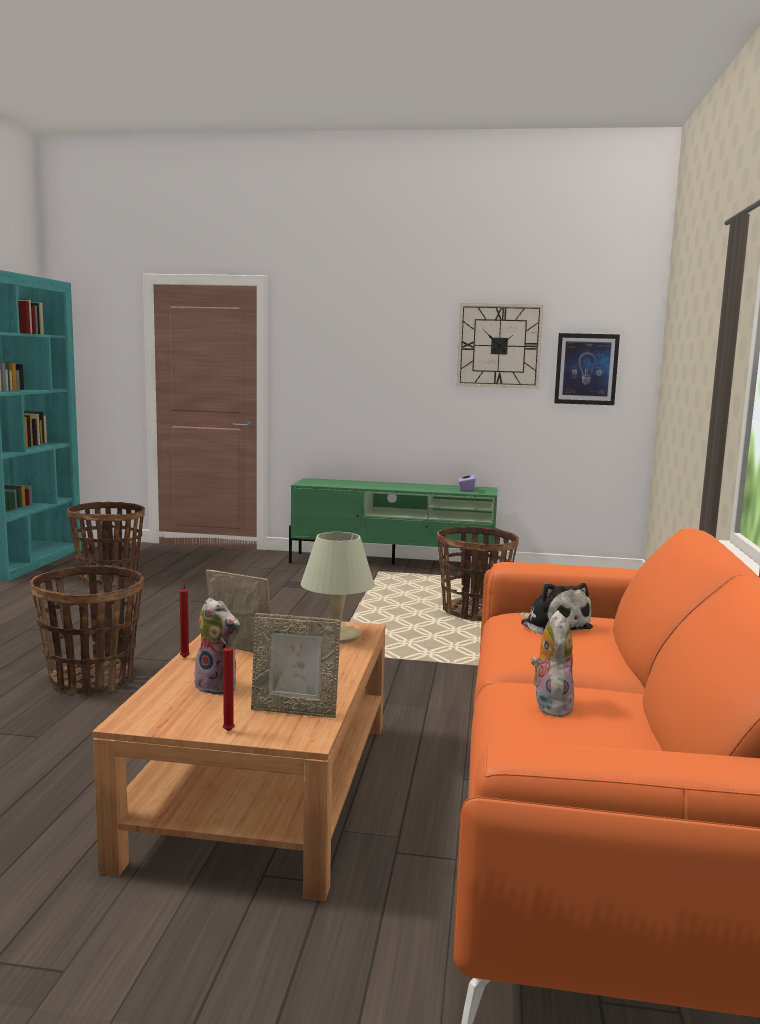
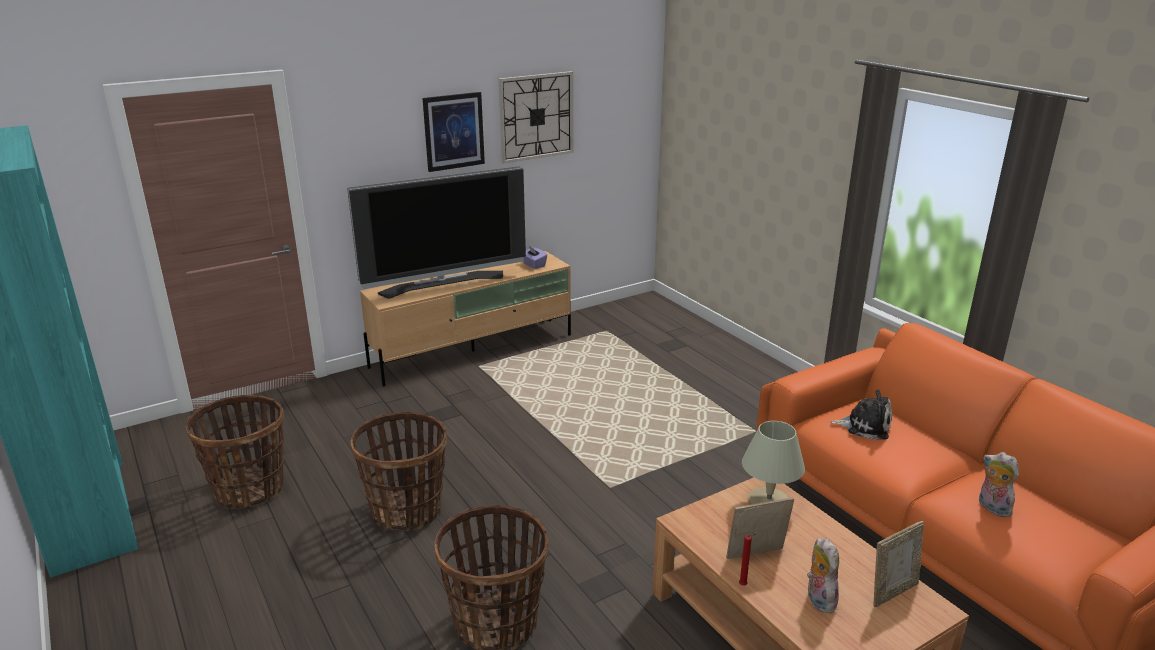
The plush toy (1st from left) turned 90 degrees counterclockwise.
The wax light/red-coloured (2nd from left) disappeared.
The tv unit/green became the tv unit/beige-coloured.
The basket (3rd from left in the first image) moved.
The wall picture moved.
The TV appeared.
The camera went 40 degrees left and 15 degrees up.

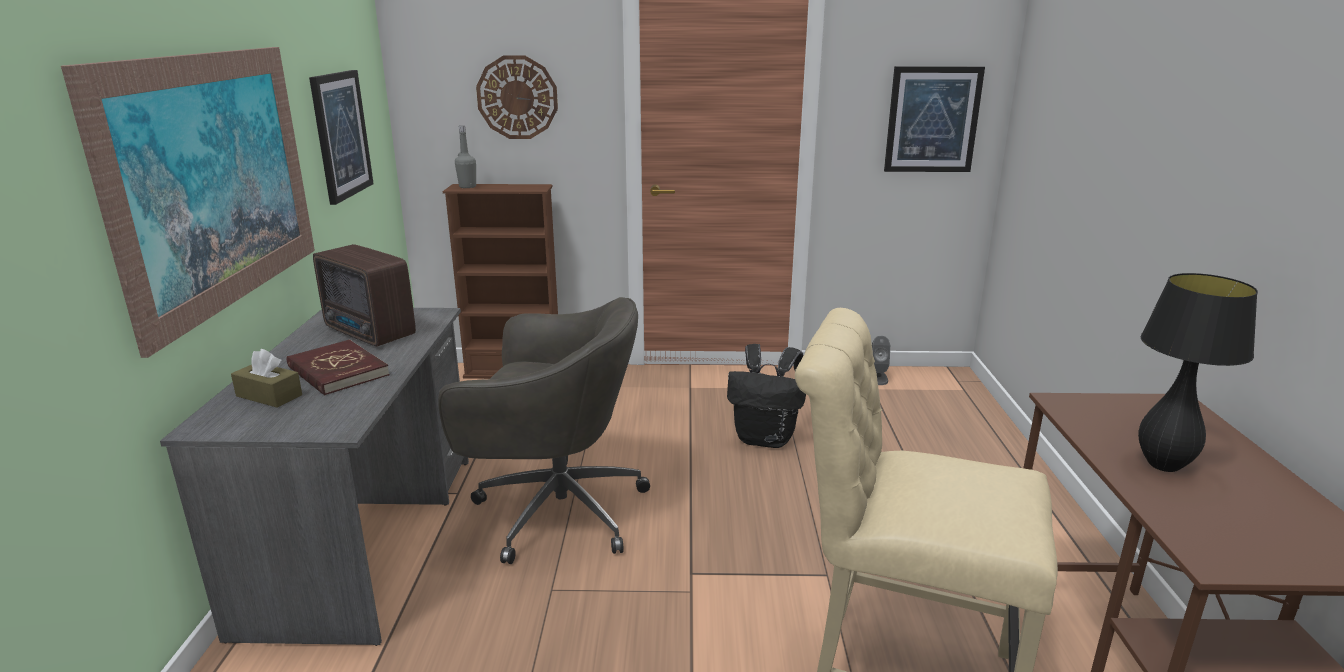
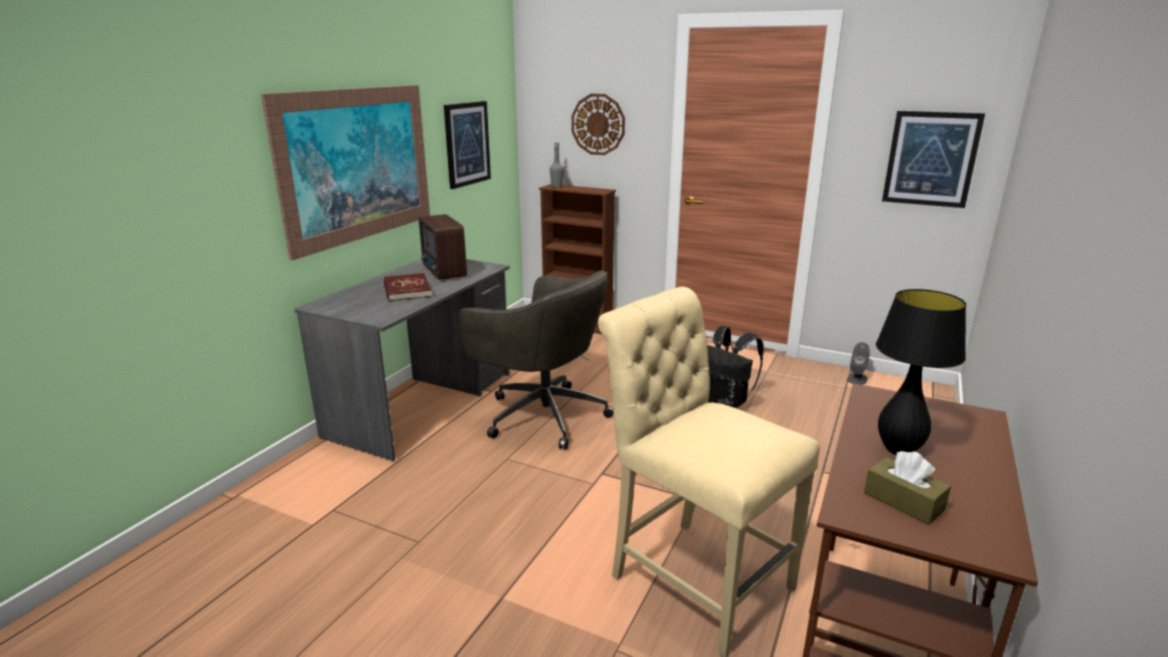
The tissue holder/brown moved.
The camera went 25 degrees right and 0 degrees up.

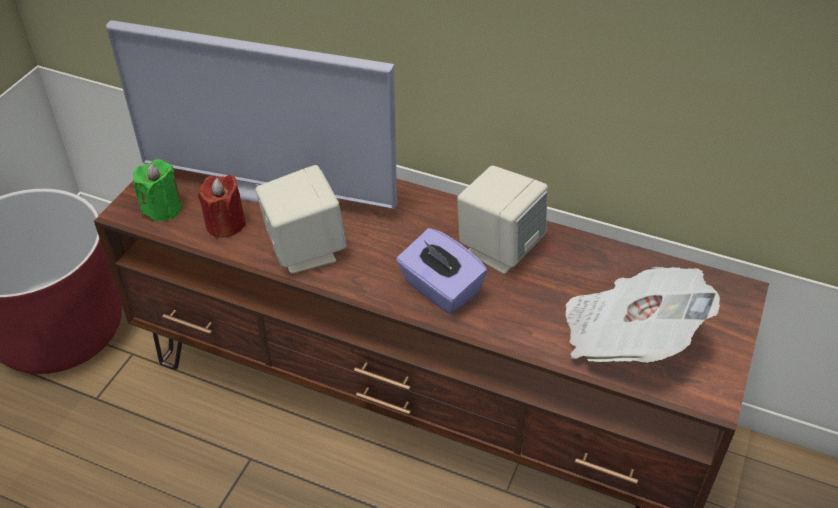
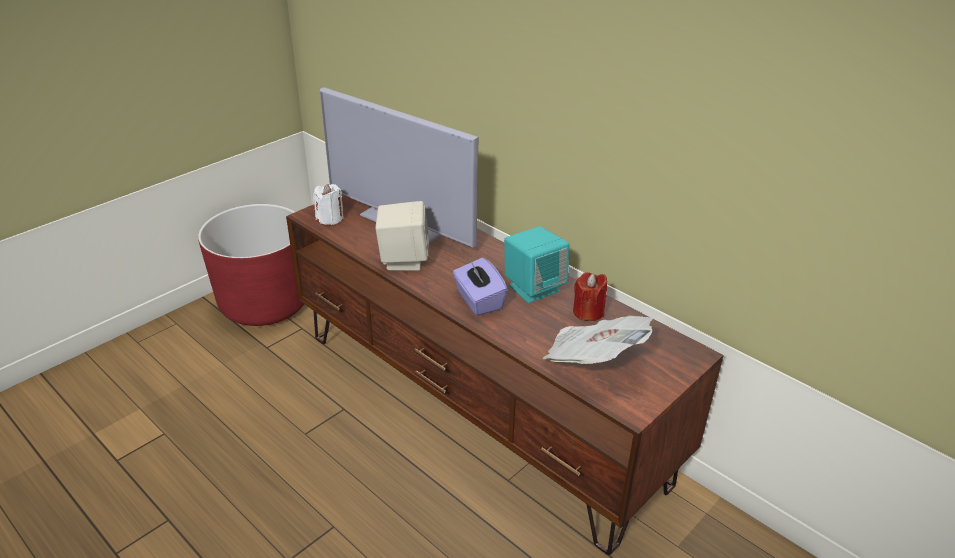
The wax light/green became the wax light/white.
The wax light/red-coloured moved.
The loudspeaker/beige-coloured (2nd from left) became the loudspeaker/turquoise.
The camera went 20 degrees right and 10 degrees down.

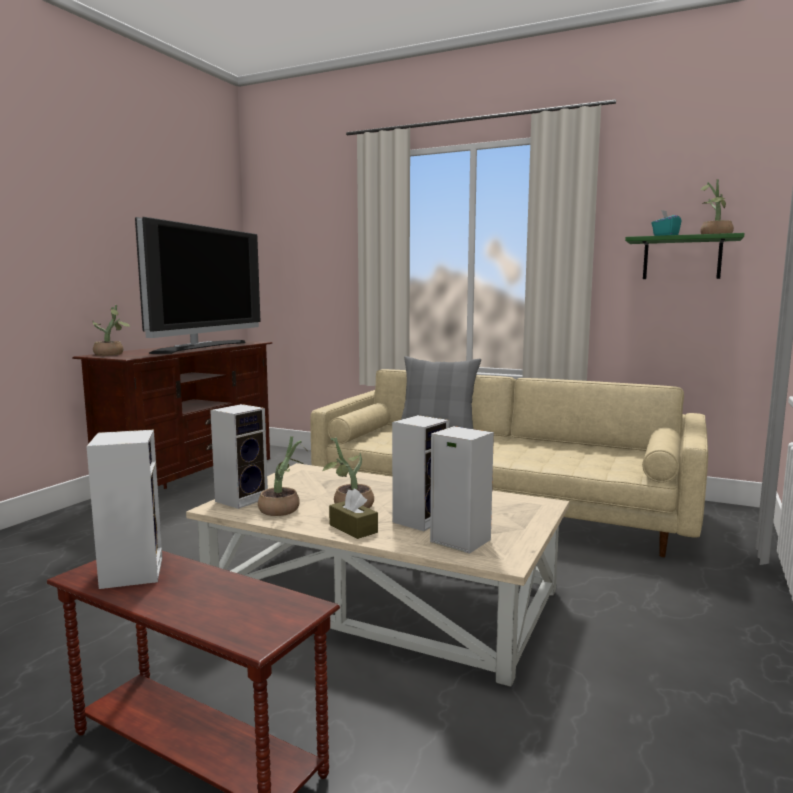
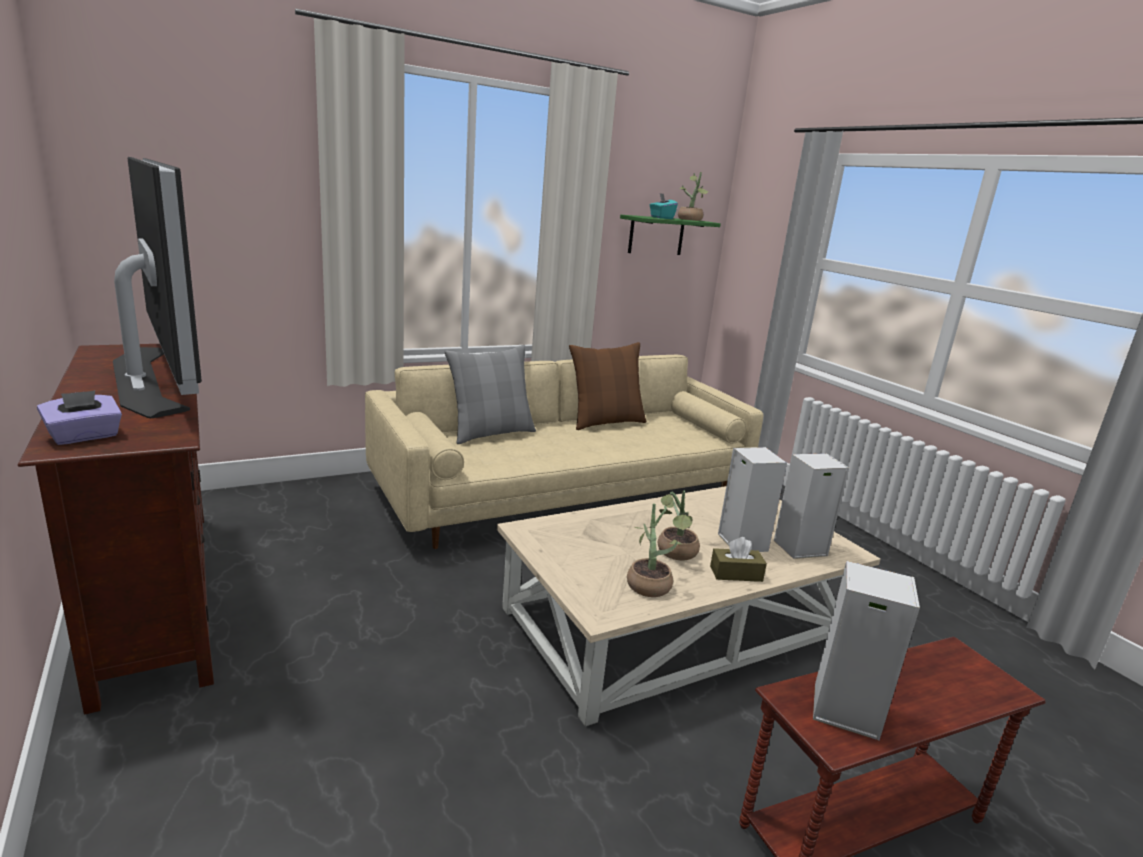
The potted plant (1st from left) was replaced by the tissue holder/purple.
The loudspeaker (2nd from left) disappeared.
The cushion/brown appeared.
The camera went 55 degrees left and 10 degrees up.

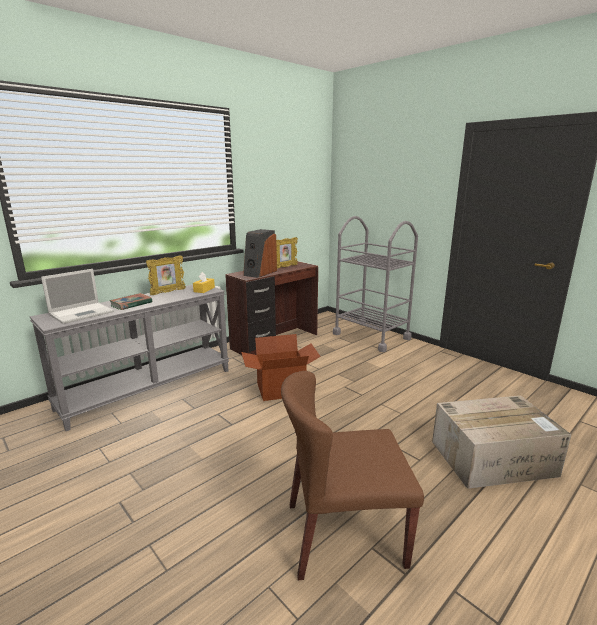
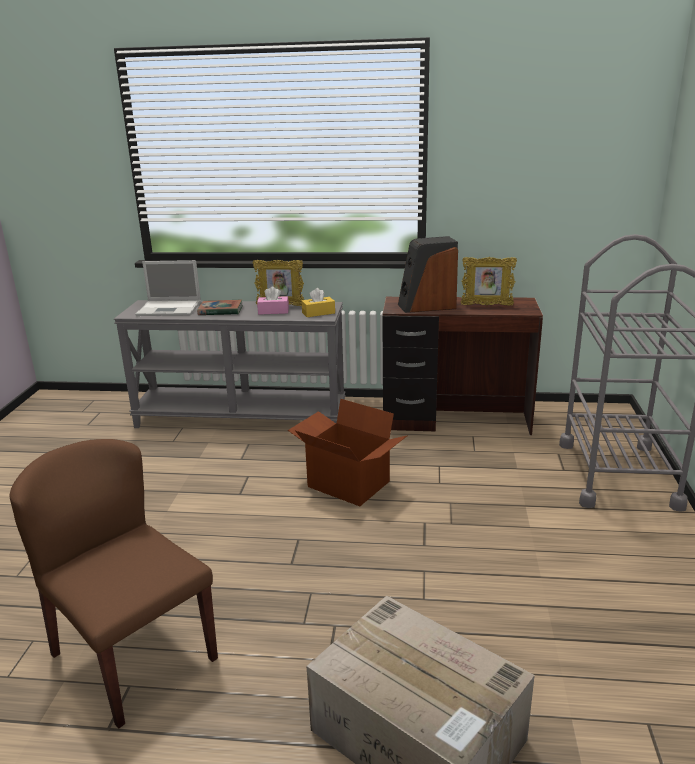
The tissue holder/pink appeared.
The camera went 50 degrees right and 5 degrees up.

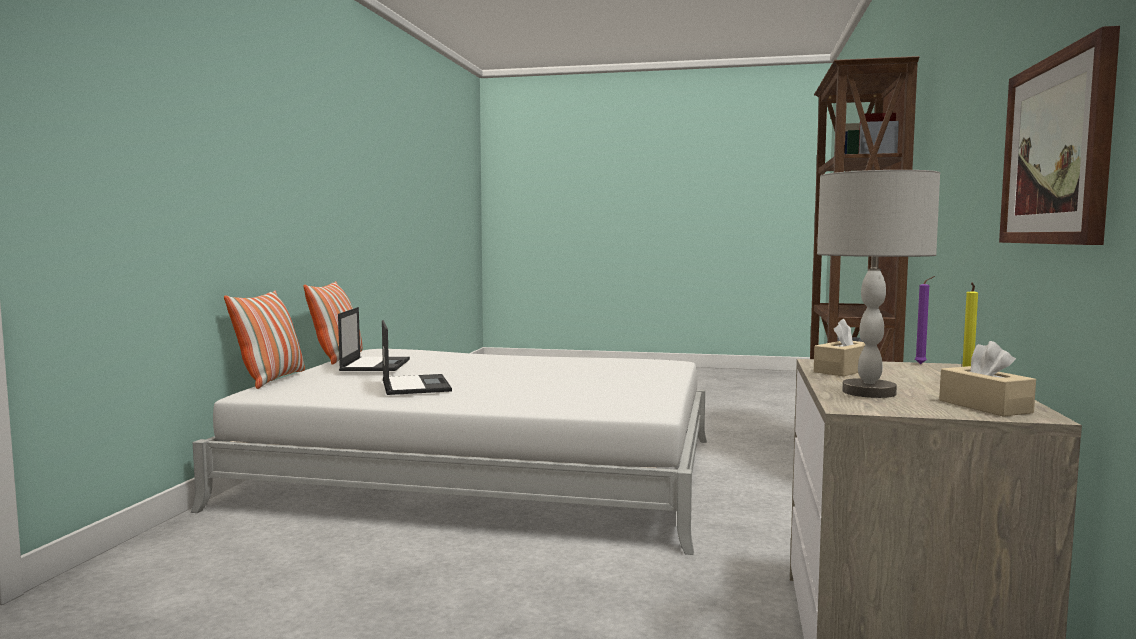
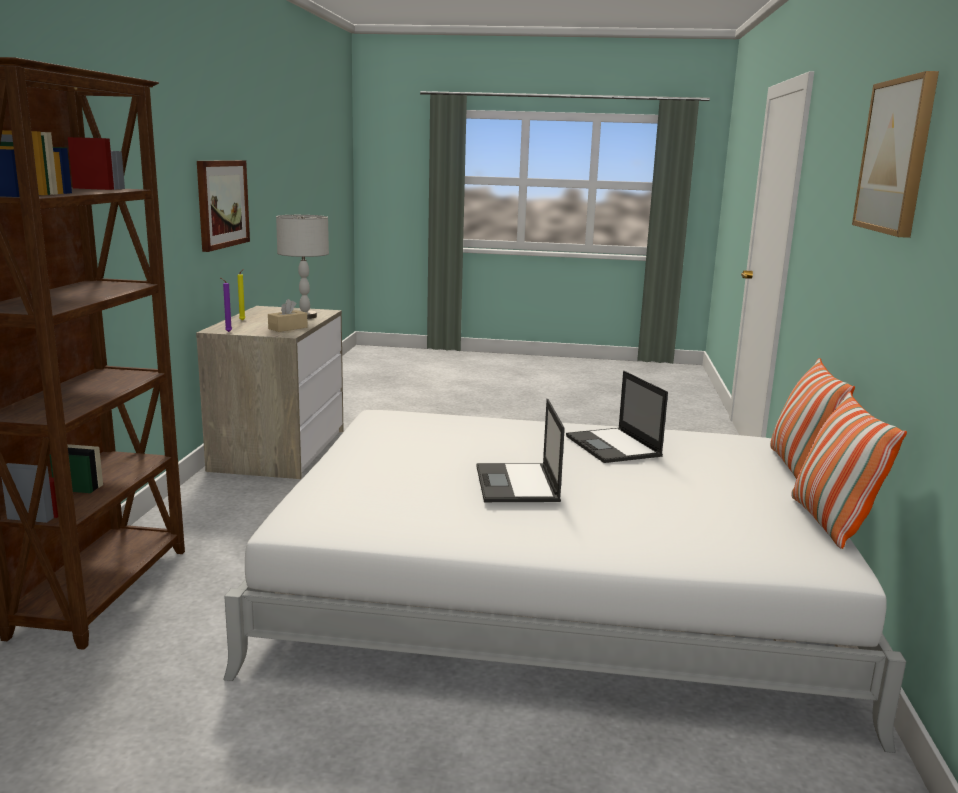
The notebook computer (1st from left) moved.
The tissue holder/beige-coloured (2nd from left) disappeared.
The wall picture (2nd from left) appeared.
The camera went 175 degrees right and 10 degrees up.

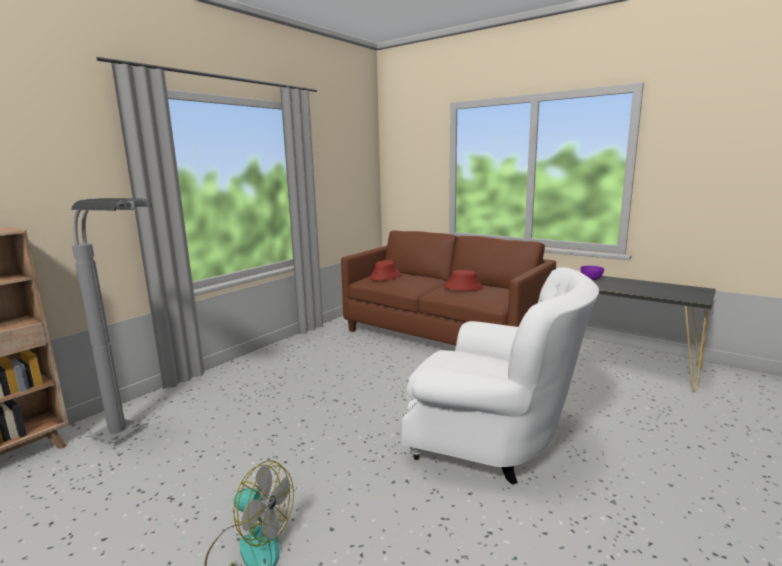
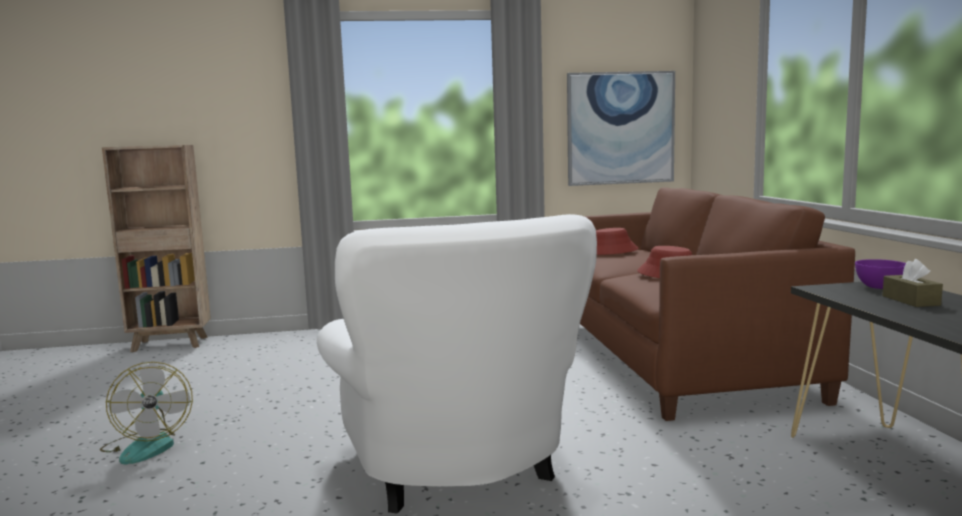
The floor lamp/greyish disappeared.
The wall picture appeared.
The tissue holder/brown appeared.
The camera went 45 degrees right and 5 degrees down.

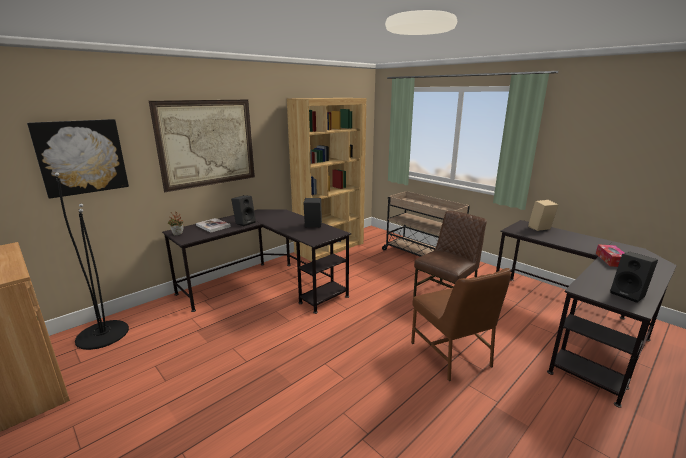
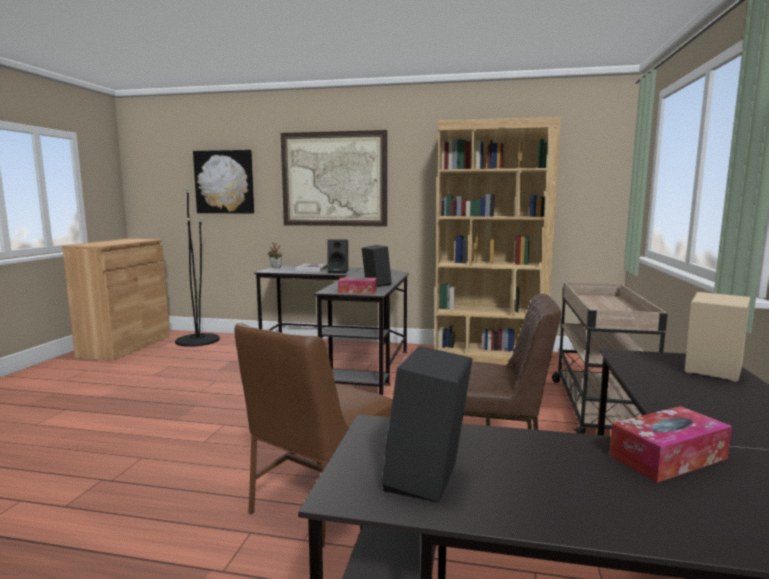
The tissue holder (1st from left) appeared.
The camera went 55 degrees right and 10 degrees down.

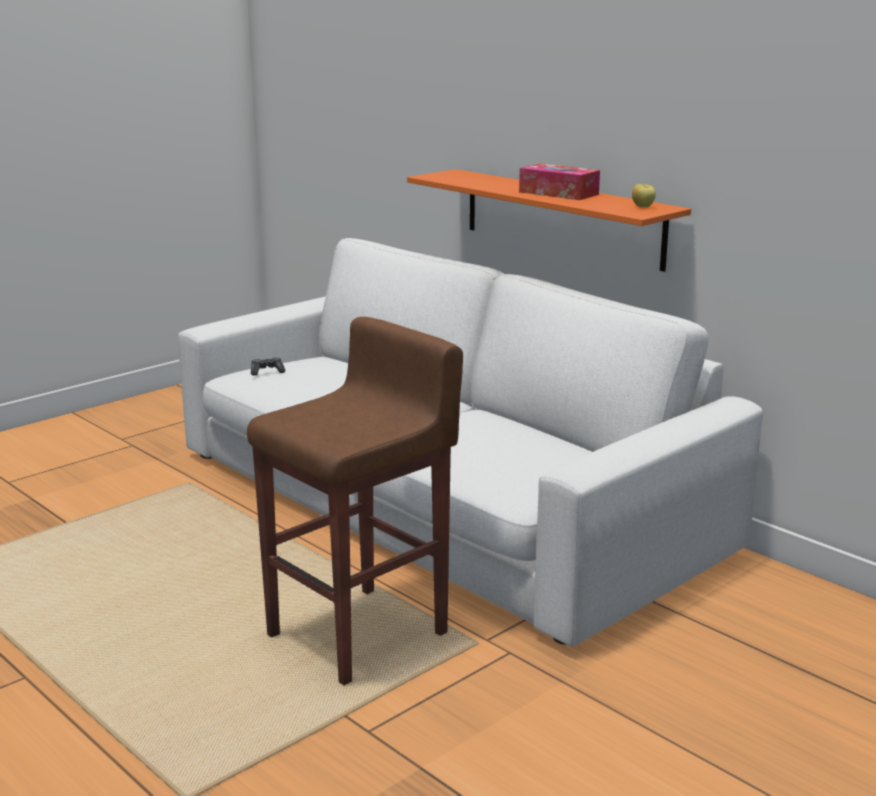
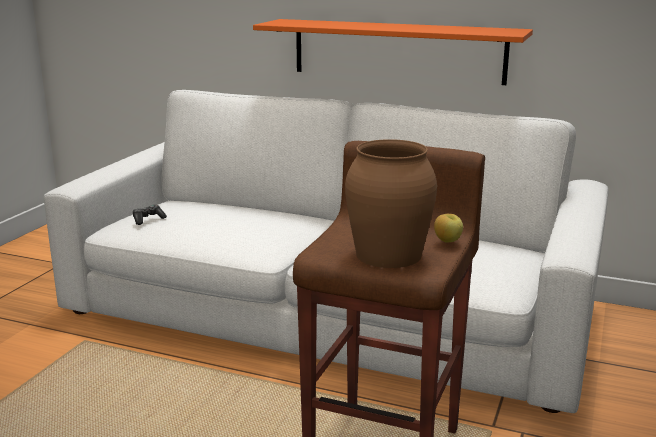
The tissue holder disappeared.
The apple moved.
The decorative vase/brown appeared.
The camera went 25 degrees left and 0 degrees up.

